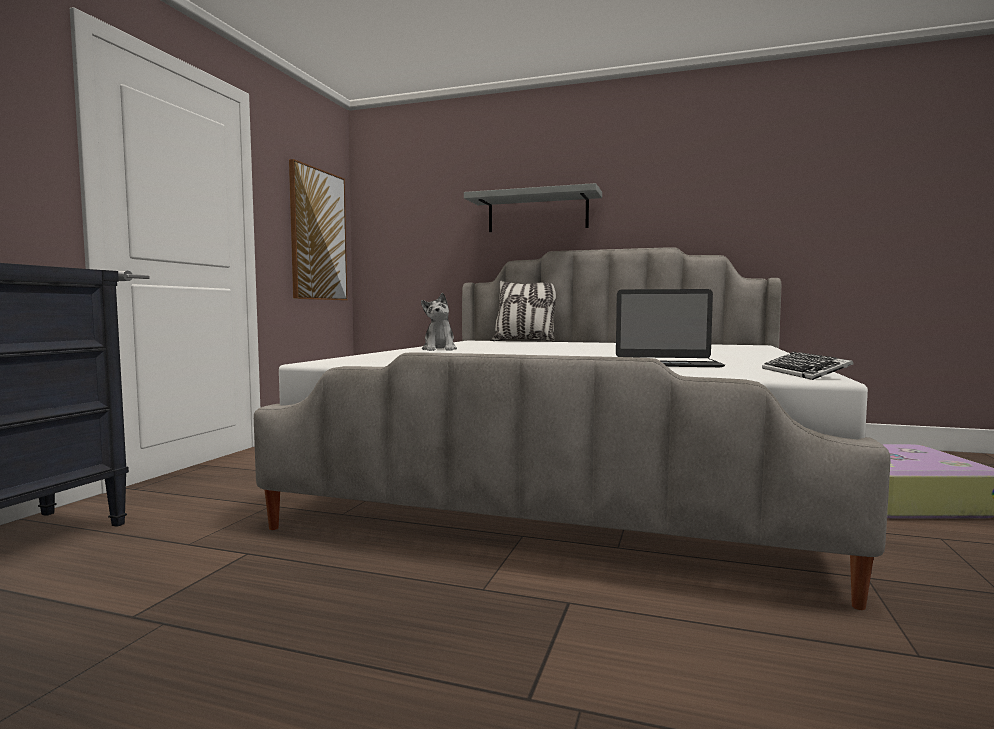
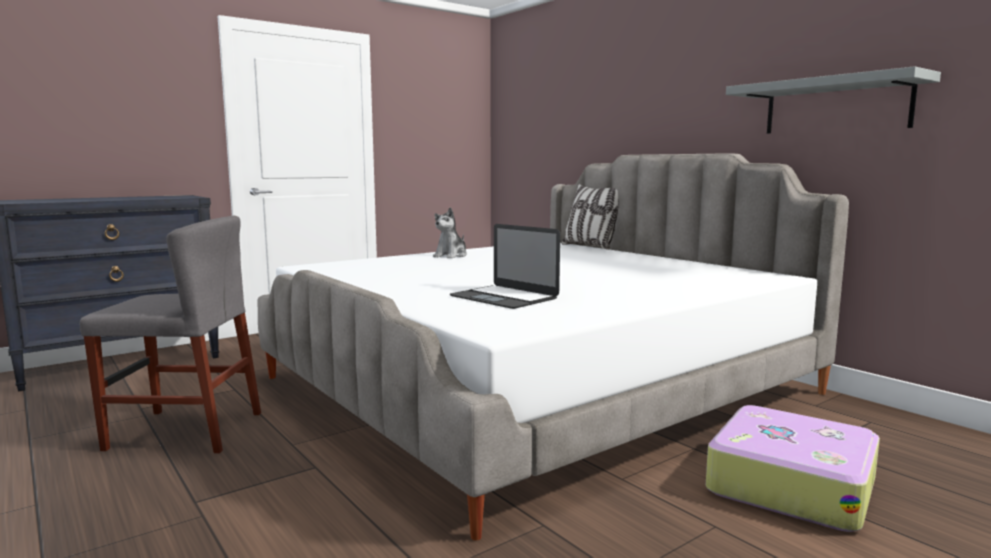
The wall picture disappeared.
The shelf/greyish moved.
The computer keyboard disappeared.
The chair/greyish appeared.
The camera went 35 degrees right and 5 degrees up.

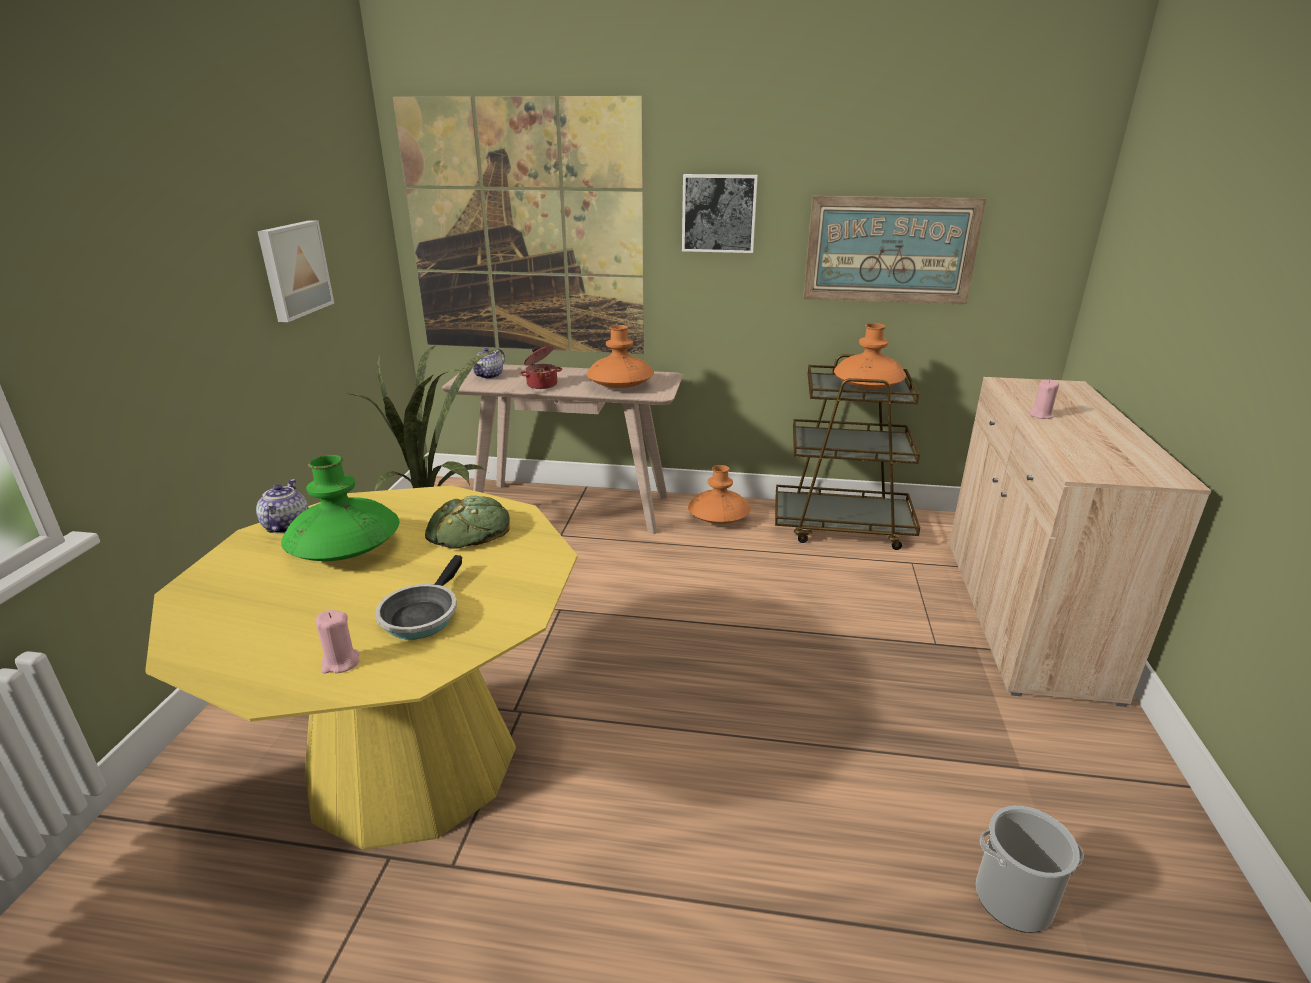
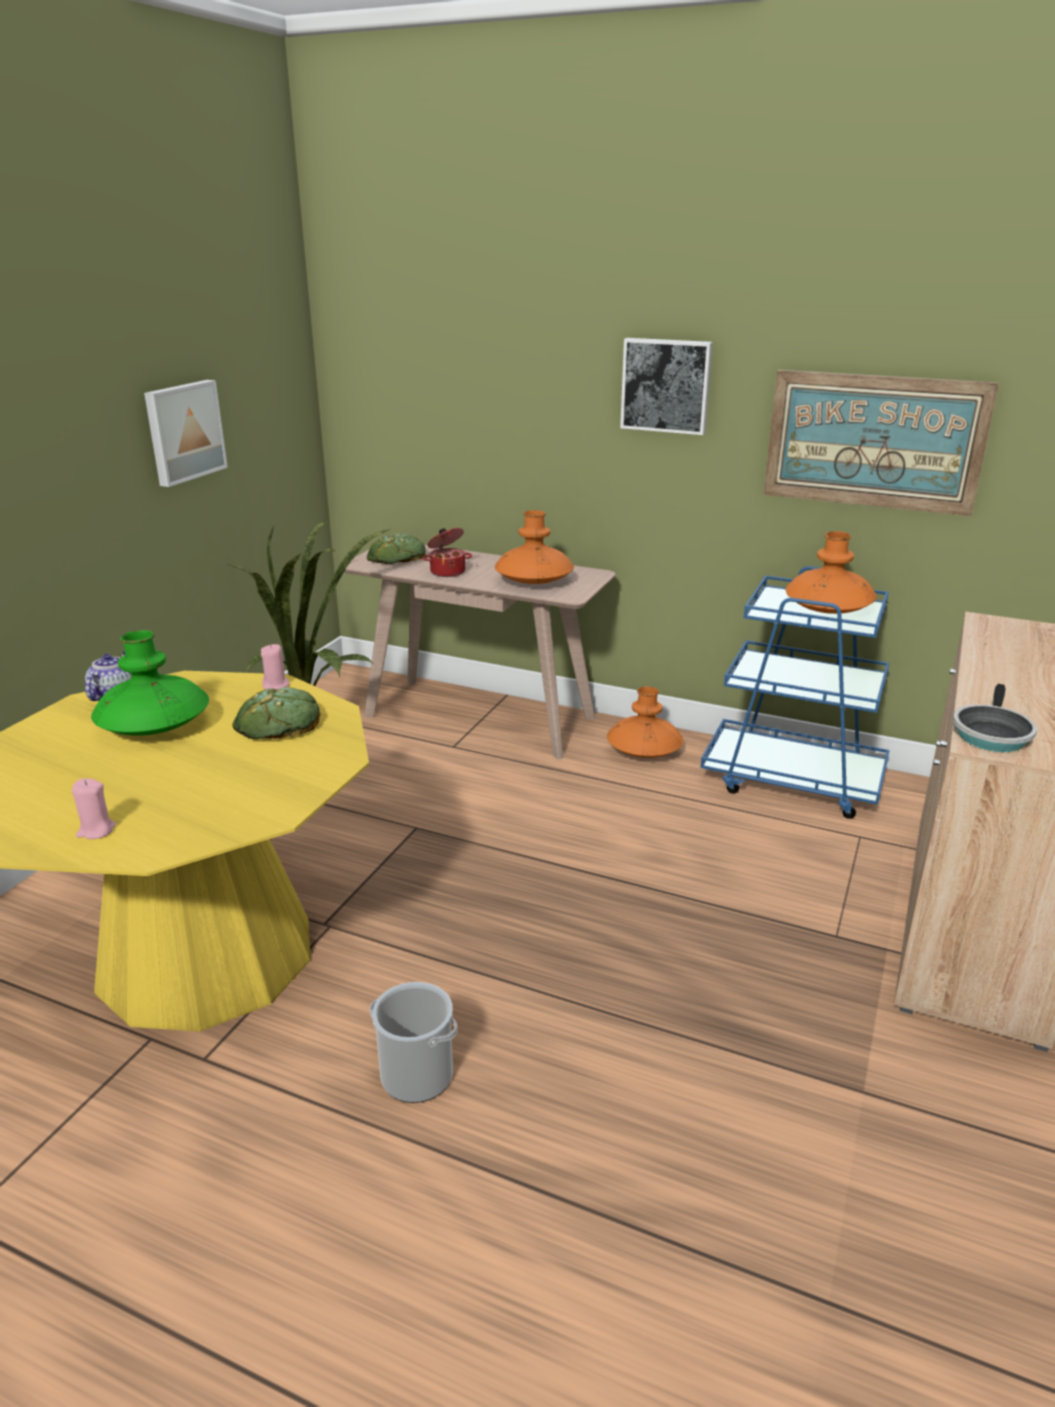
The frying pan moved.
The wall picture (2nd from left) disappeared.
The pot for tea (2nd from left) was replaced by the baked bread (2nd from left).
The trolley/brown became the trolley/blue.
The bucket moved.
The wax light/pink (2nd from left) moved.
The camera went 15 degrees right and 0 degrees up.

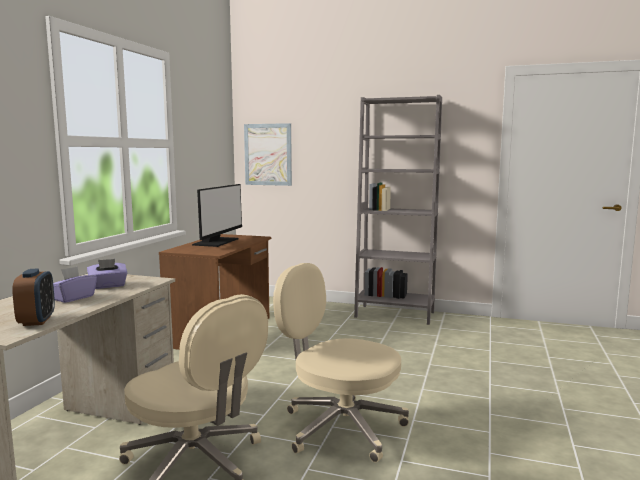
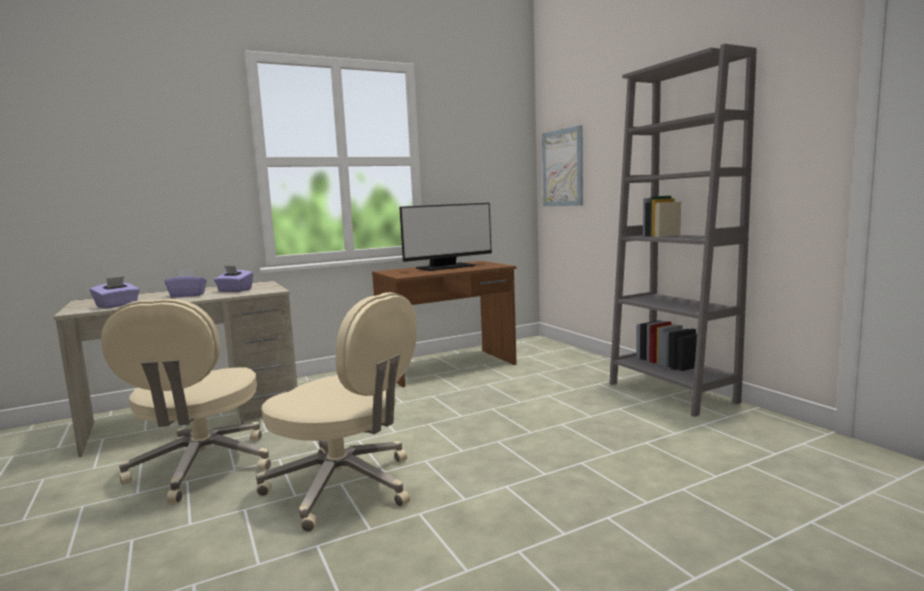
The table clock was replaced by the tissue holder/purple (1st from left).
The desk chair/beige-coloured (2nd from left) turned 135 degrees clockwise.
The camera went 45 degrees right and 0 degrees up.

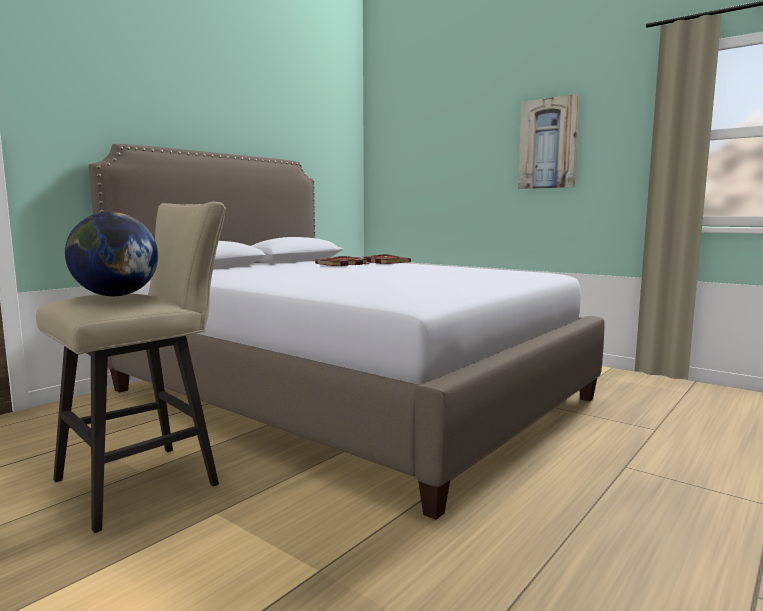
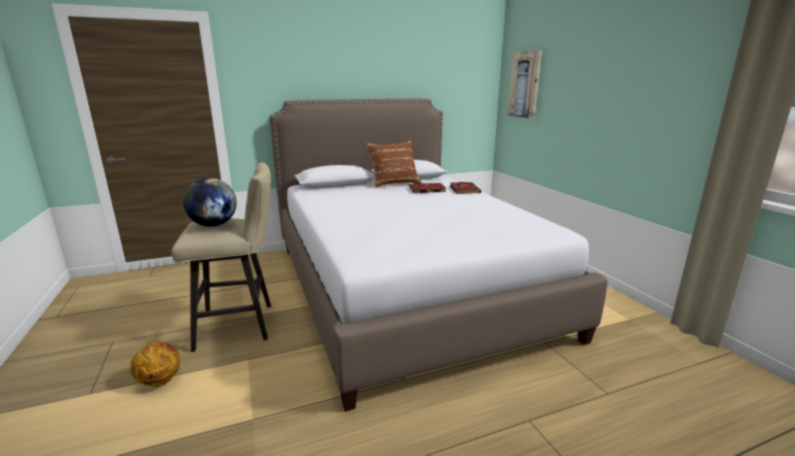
The wall picture moved.
The ball for basketball appeared.
The cushion/brown appeared.
The camera went 30 degrees right and 10 degrees up.

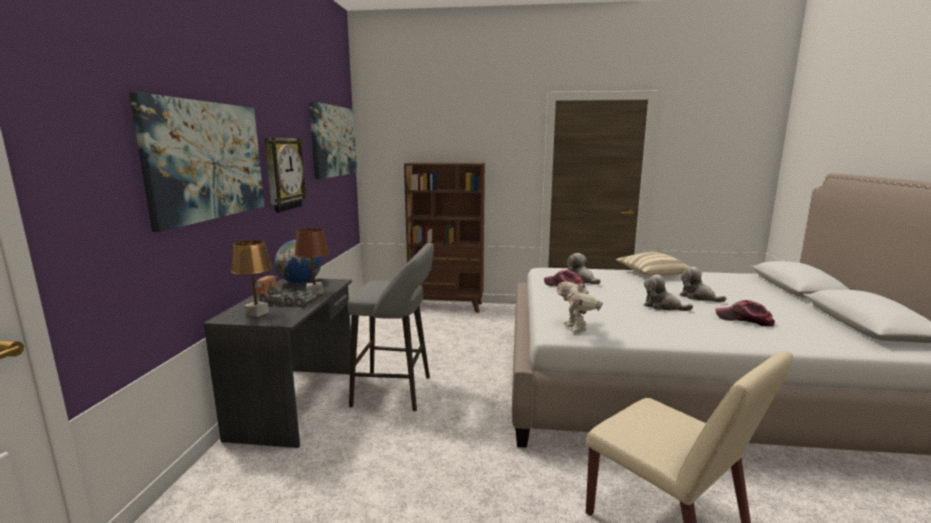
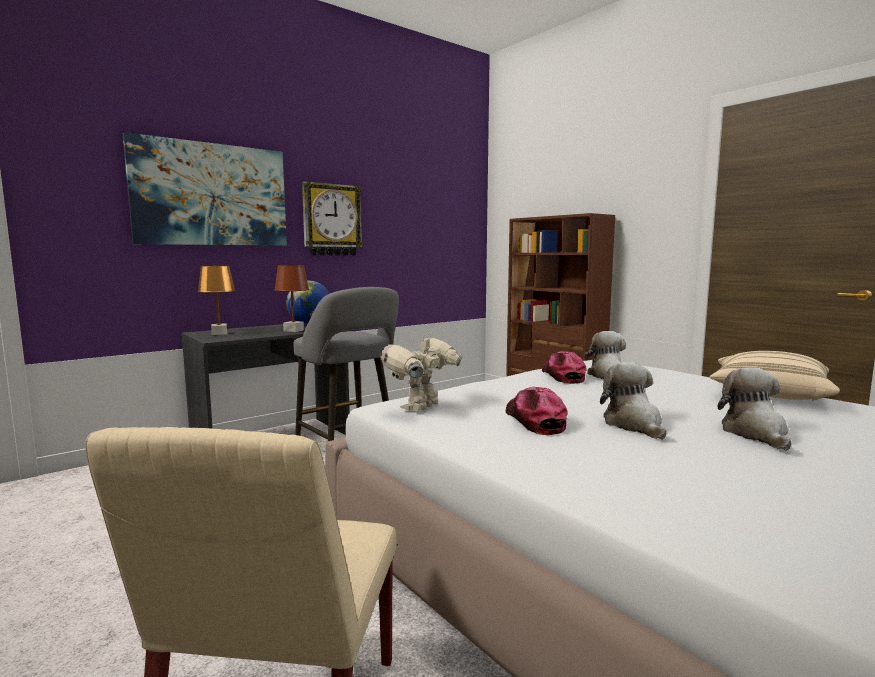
The toy truck disappeared.
The wall picture (2nd from left) disappeared.
The cap (2nd from left in the first image) moved.
The camera went 45 degrees right and 5 degrees down.

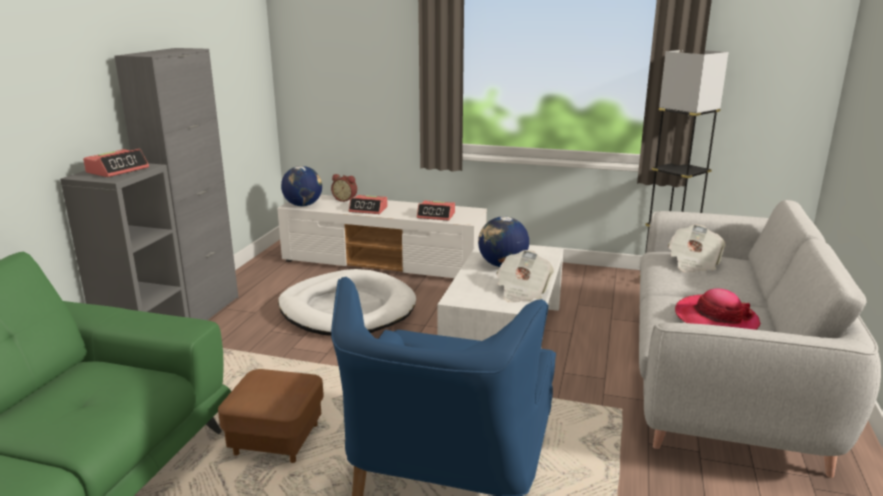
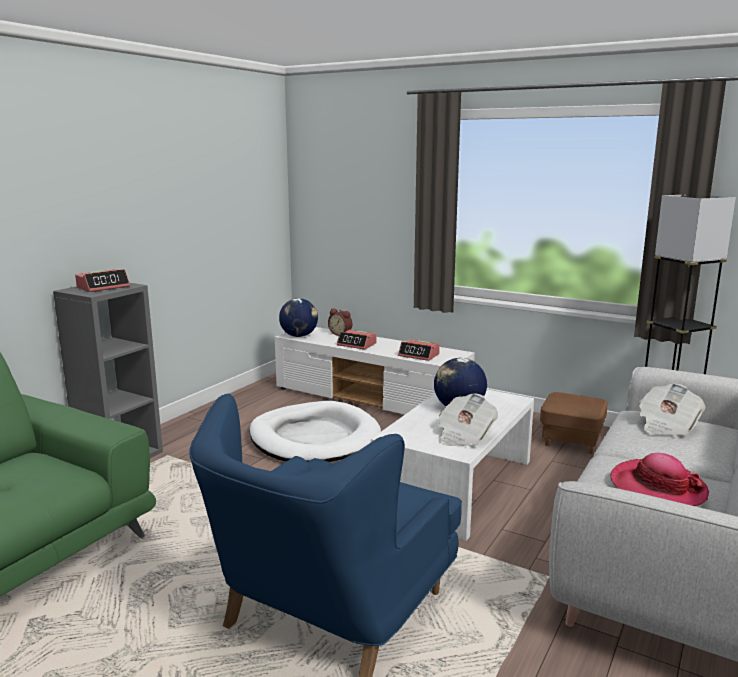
The cupboard/greyish disappeared.
The pouffe/brown moved.
The camera went 15 degrees right and 5 degrees down.

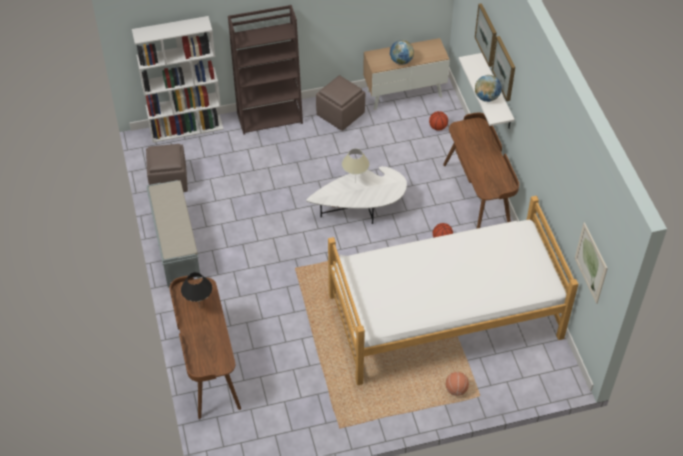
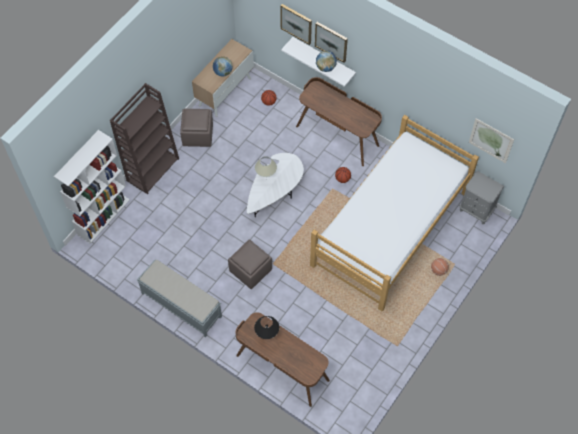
The pouffe/brown (1st from left in the first image) moved.
The nightstand/greyish appeared.
The camera went 40 degrees left and 10 degrees up.

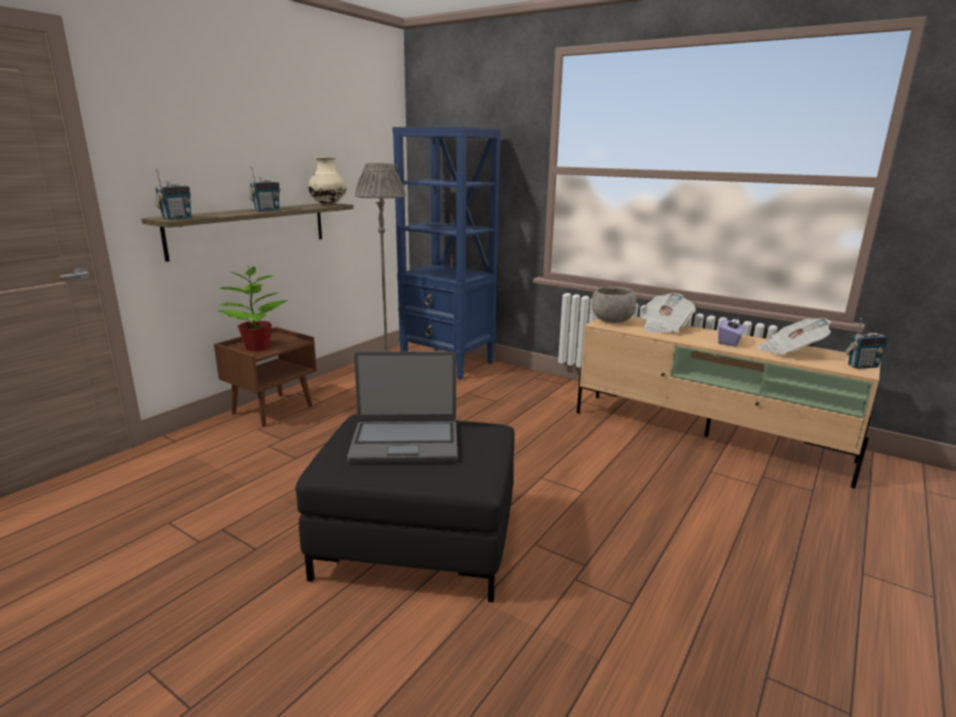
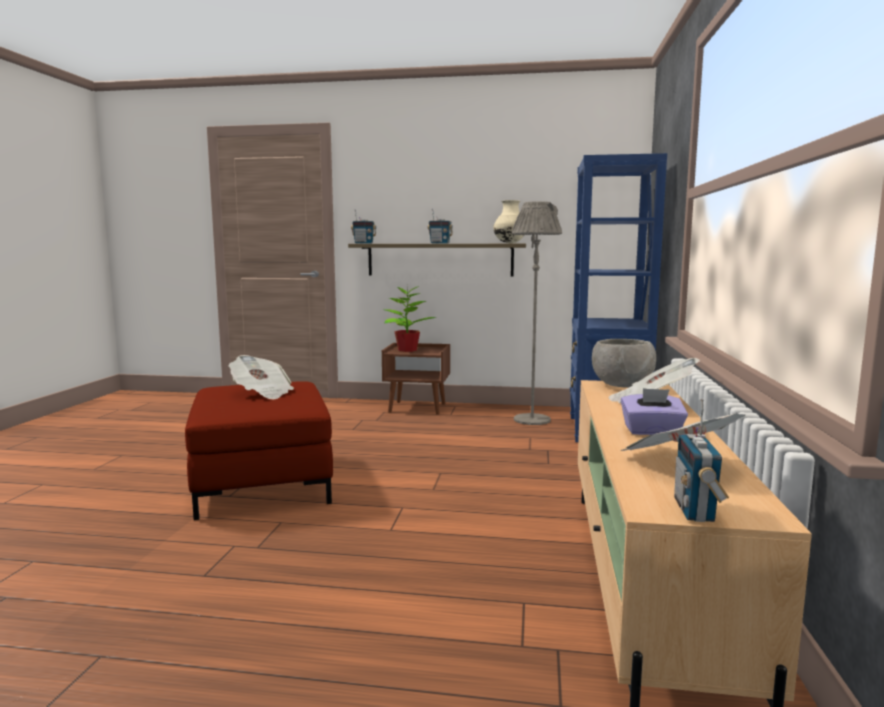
The pouffe/black became the pouffe/red-coloured.
The notebook computer was replaced by the printed paper (1st from left).
The radio set (3rd from left) turned 45 degrees clockwise.
The camera went 65 degrees right and 10 degrees down.

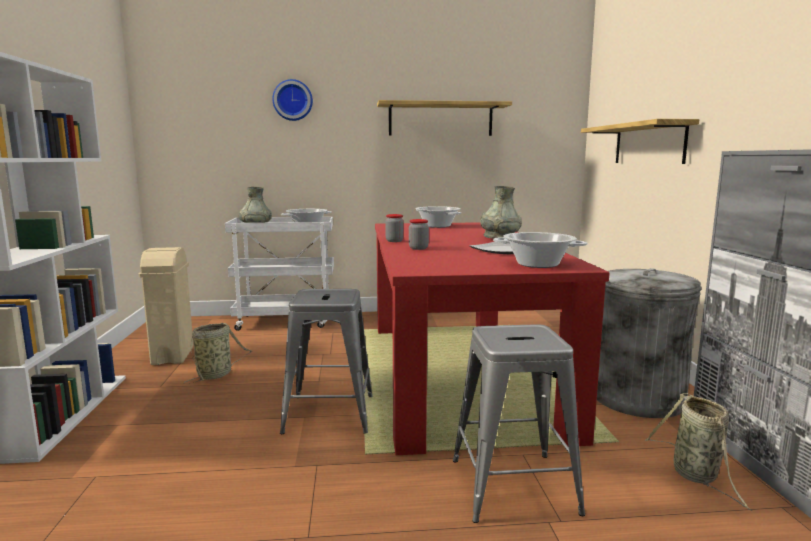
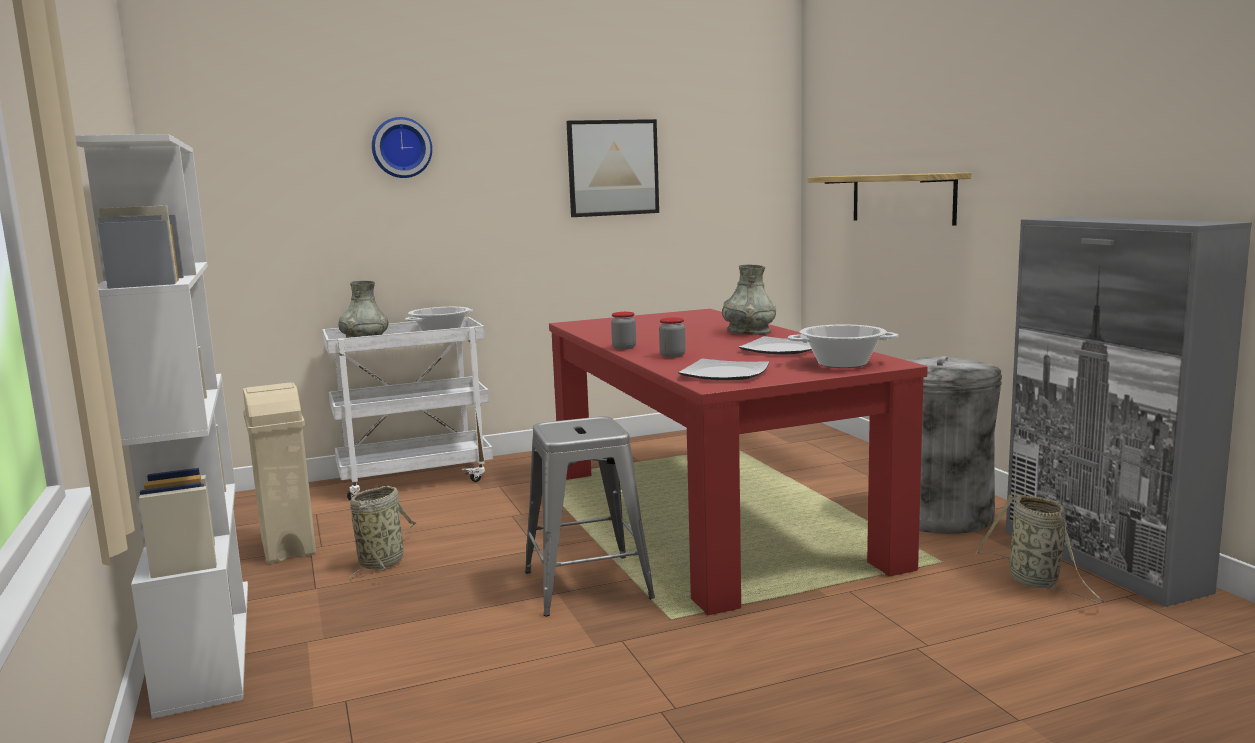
The shelf (1st from left) was replaced by the wall picture.
The stockpot (2nd from left) disappeared.
The stool/greyish (2nd from left) disappeared.
The plate (1st from left) appeared.
The camera went 15 degrees left and 0 degrees up.

